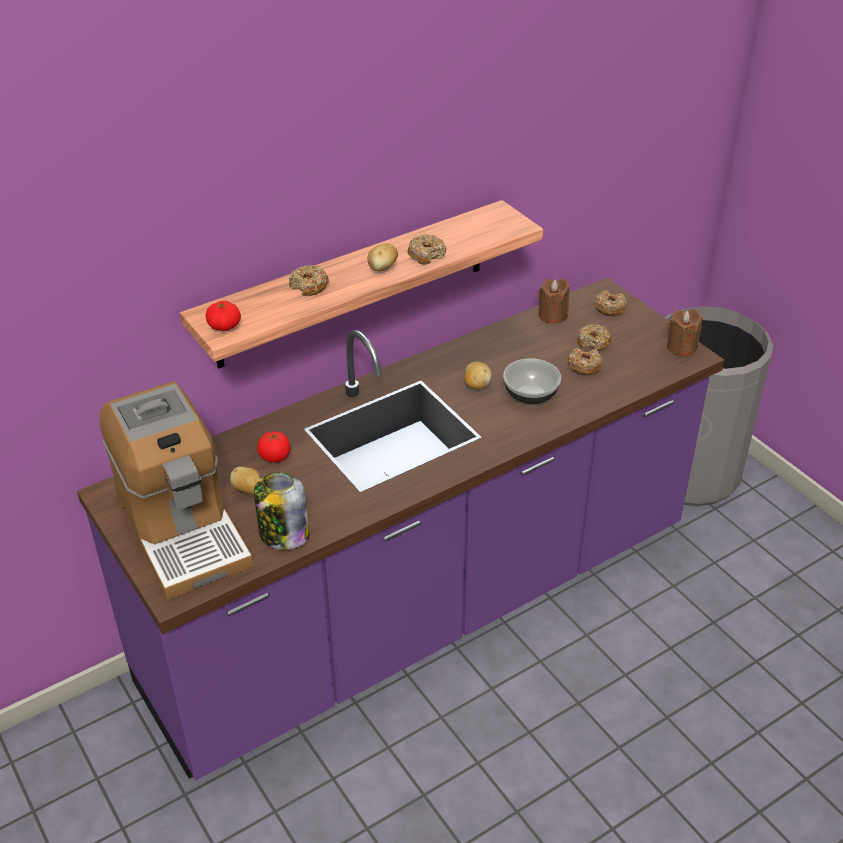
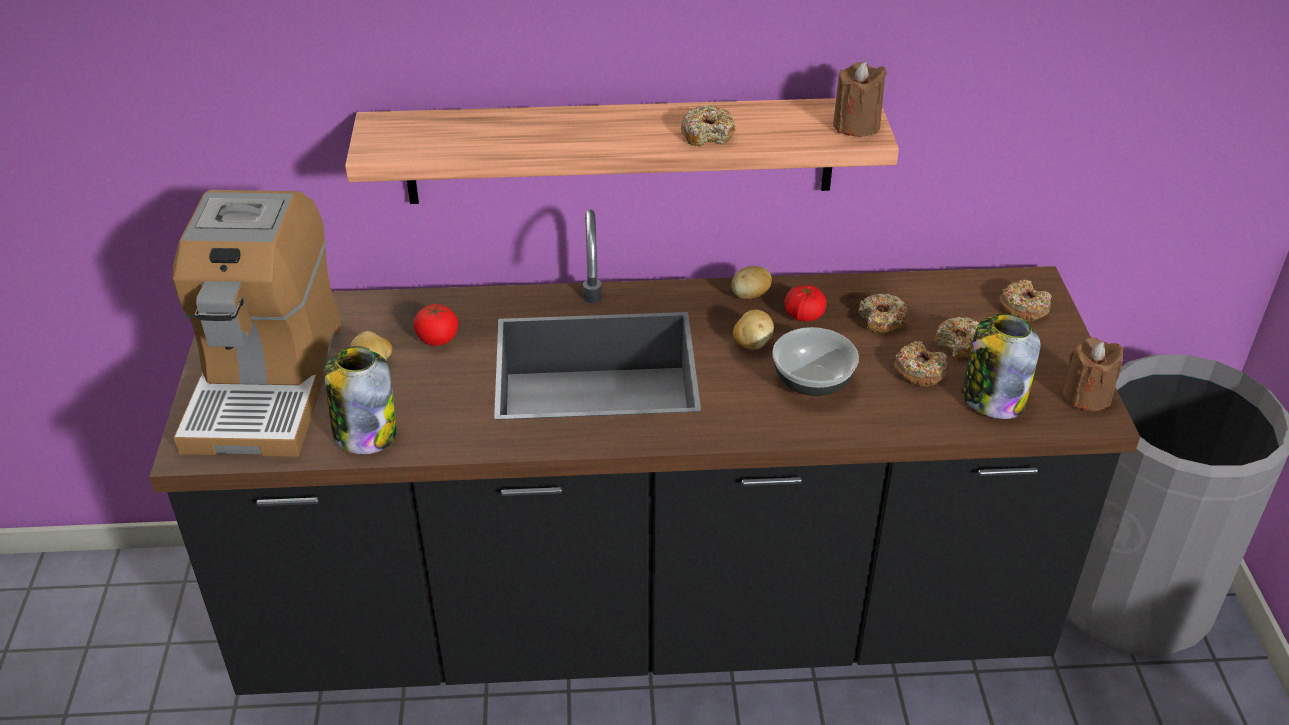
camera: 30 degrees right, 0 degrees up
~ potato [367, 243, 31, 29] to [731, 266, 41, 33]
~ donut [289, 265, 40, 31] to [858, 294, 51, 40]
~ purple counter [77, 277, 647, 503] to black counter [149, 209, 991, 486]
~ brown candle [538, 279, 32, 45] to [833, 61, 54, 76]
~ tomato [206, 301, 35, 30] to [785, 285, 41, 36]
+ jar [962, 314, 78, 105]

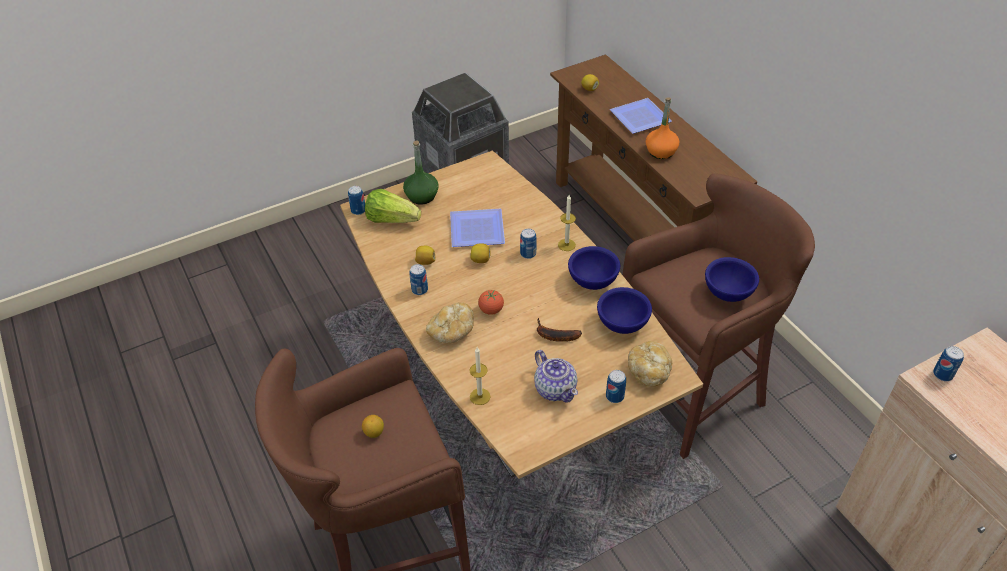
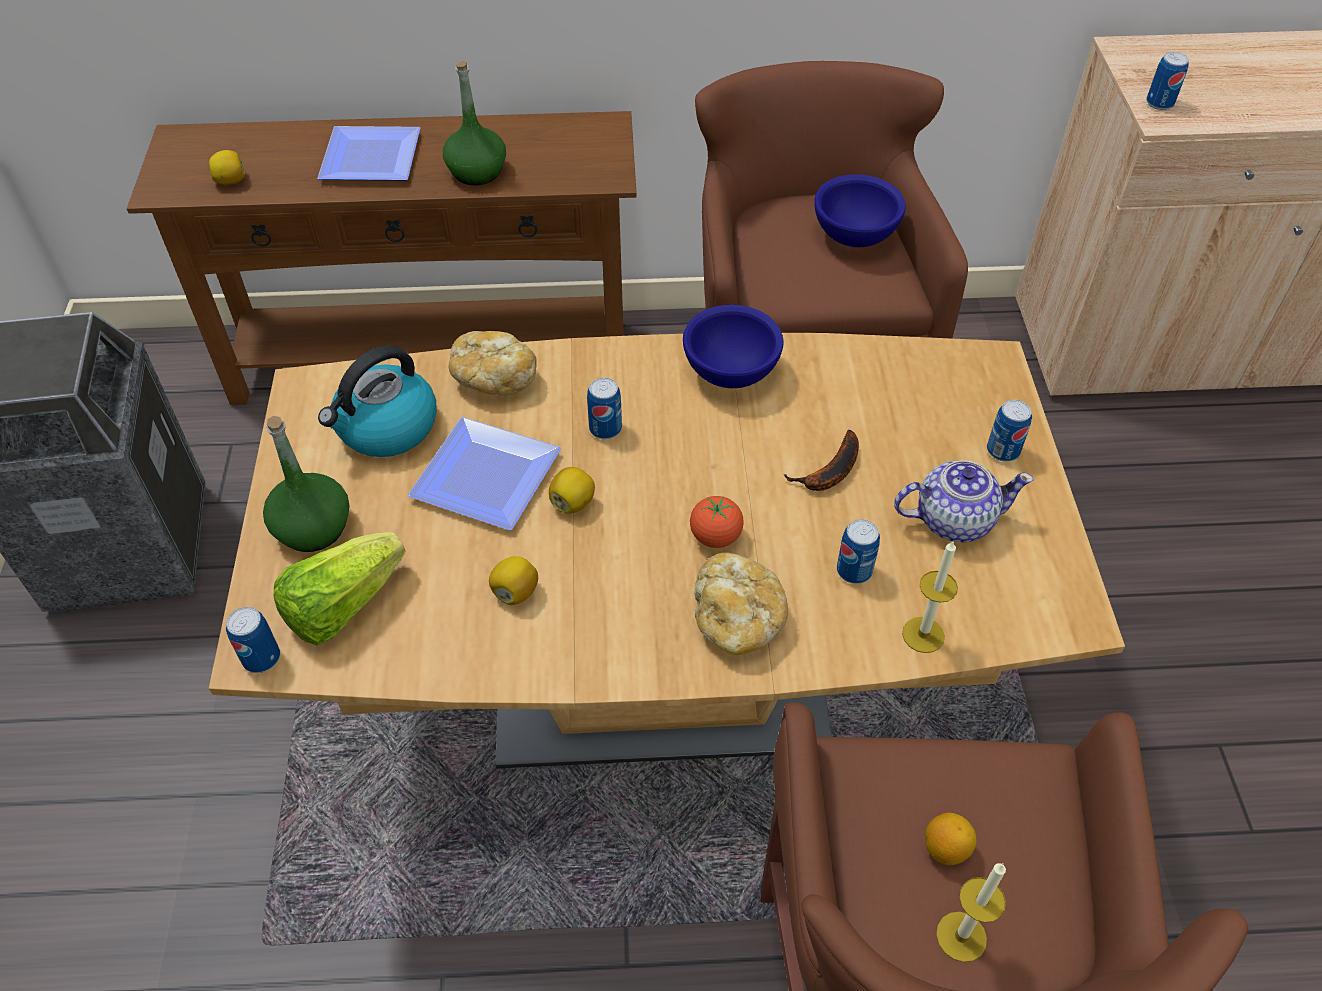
camera: 65 degrees left, 5 degrees up
~ orange bottle [646, 97, 33, 62] to green bottle [443, 61, 63, 125]
~ candle [558, 195, 18, 56] to [936, 863, 70, 99]
~ can [410, 264, 18, 31] to [837, 519, 43, 65]
- blue bowl [597, 287, 55, 47]
~ bread [628, 341, 44, 46] to [449, 331, 88, 64]
+ kettle [318, 345, 119, 112]

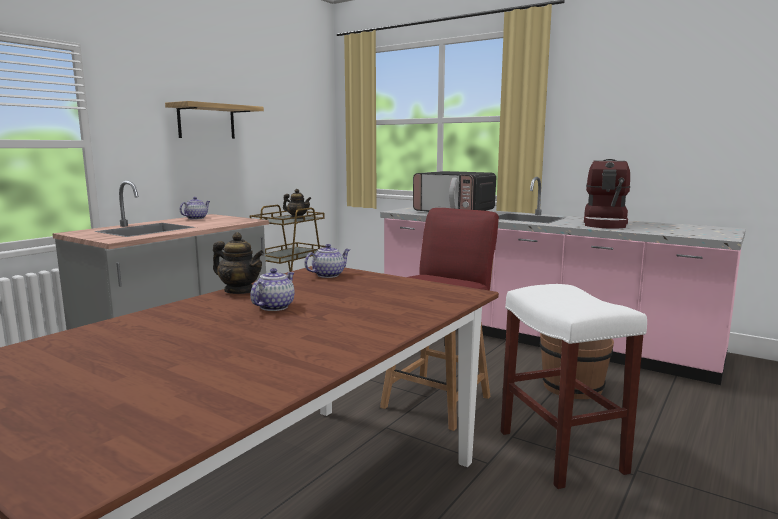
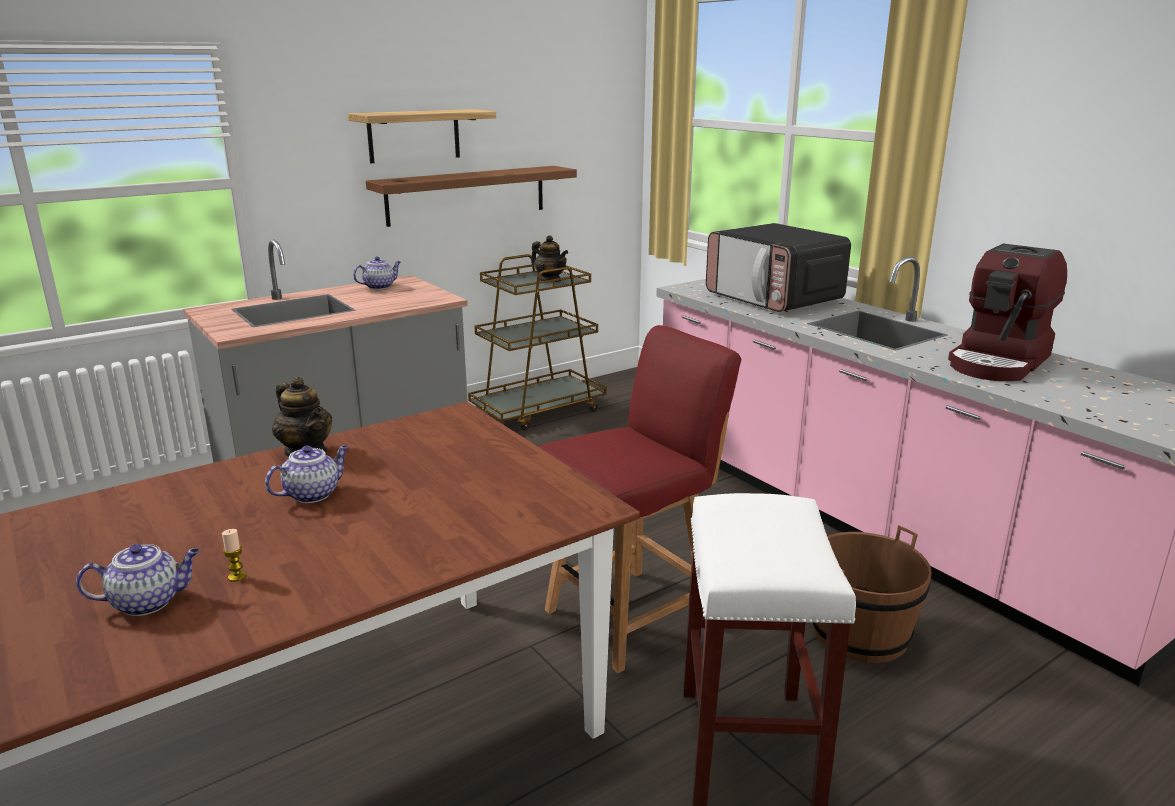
camera: 20 degrees right, 10 degrees up
~ teapot [304, 244, 46, 34] to [76, 544, 124, 72]
+ brown shelf [366, 166, 211, 61]
+ candle [222, 529, 25, 53]

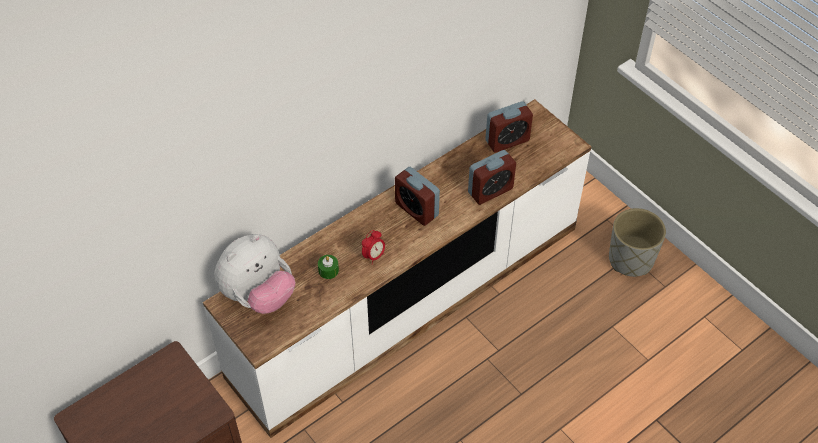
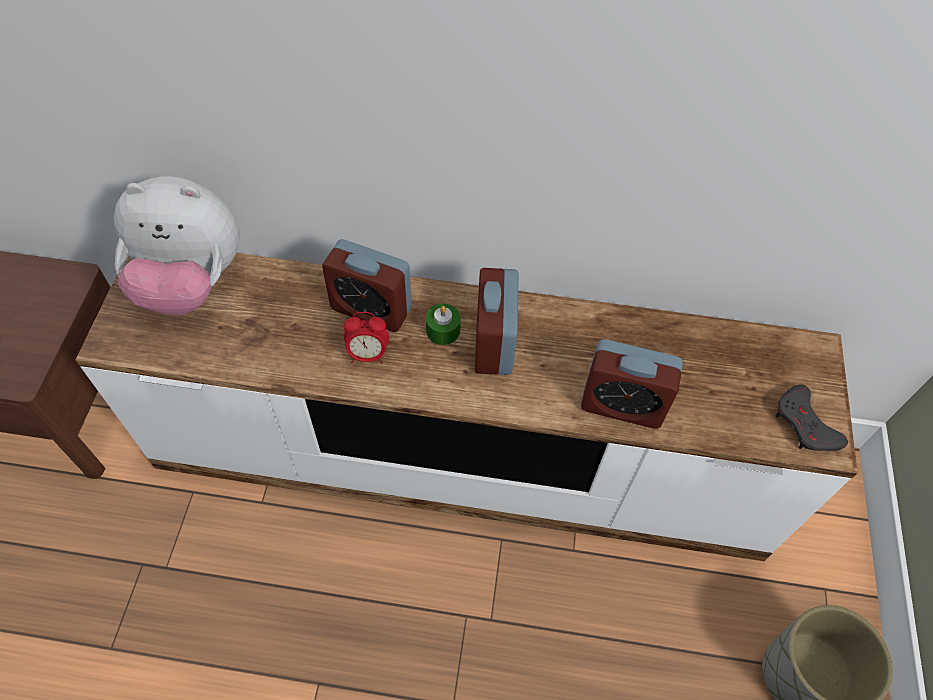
camera: 45 degrees right, 5 degrees up
~ alarm clock [485, 101, 48, 52] to [322, 239, 90, 93]
~ green candle [318, 255, 21, 24] to [426, 304, 35, 41]
+ grey game controller [775, 384, 73, 67]

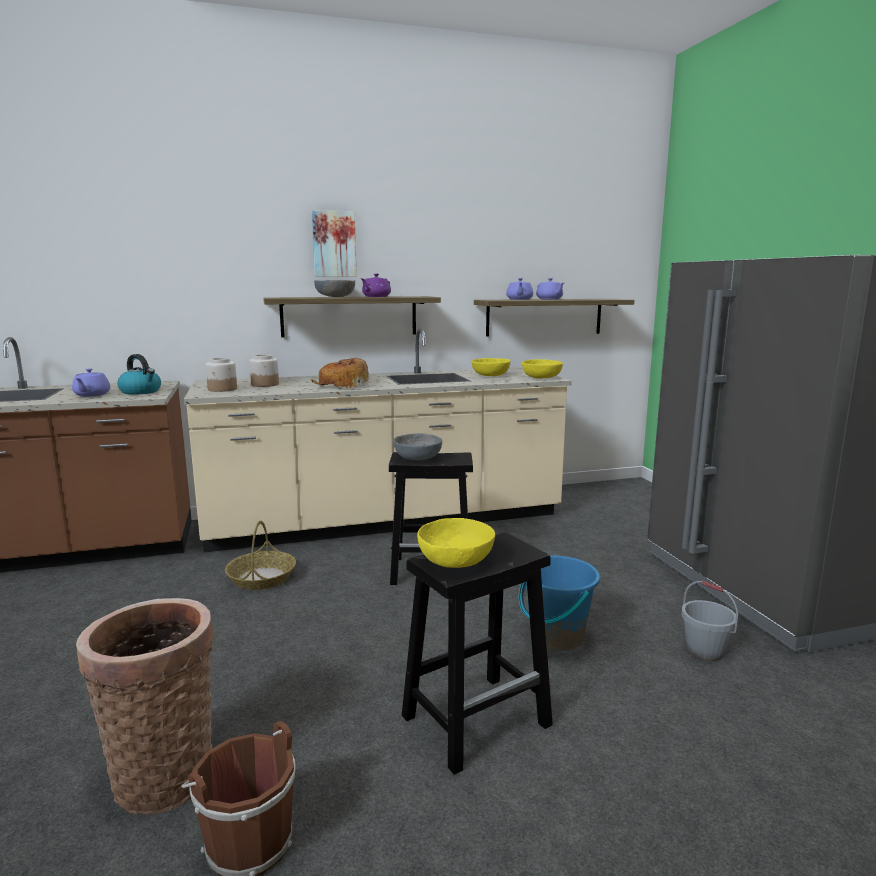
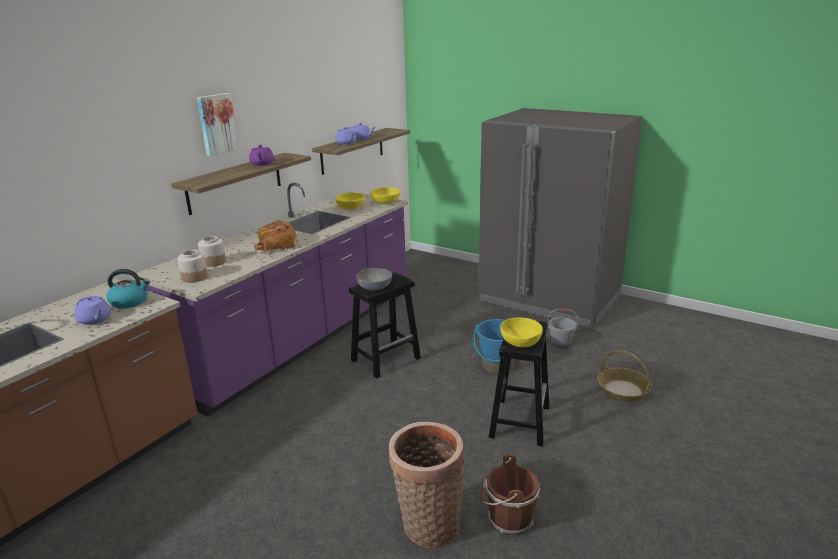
camera: 40 degrees left, 10 degrees up
- grey bowl [314, 280, 41, 17]
~ beige counter [184, 329, 388, 223] to purple counter [131, 183, 277, 234]
~ basket [225, 521, 71, 69] to [597, 350, 55, 52]

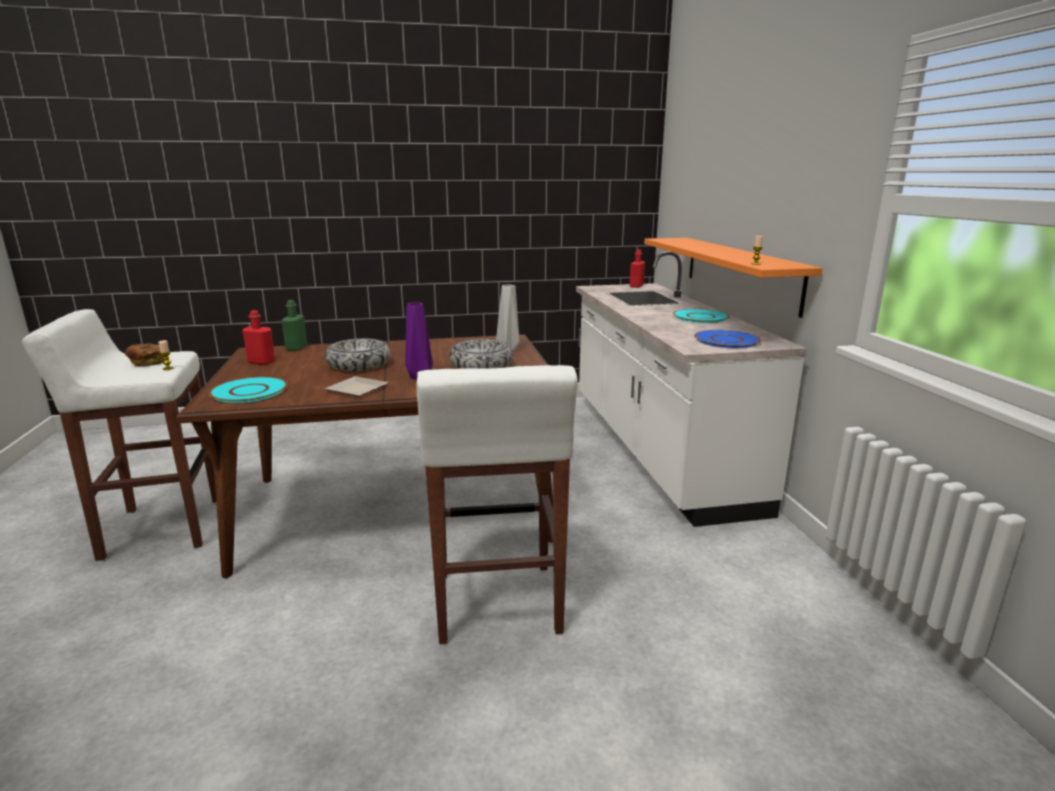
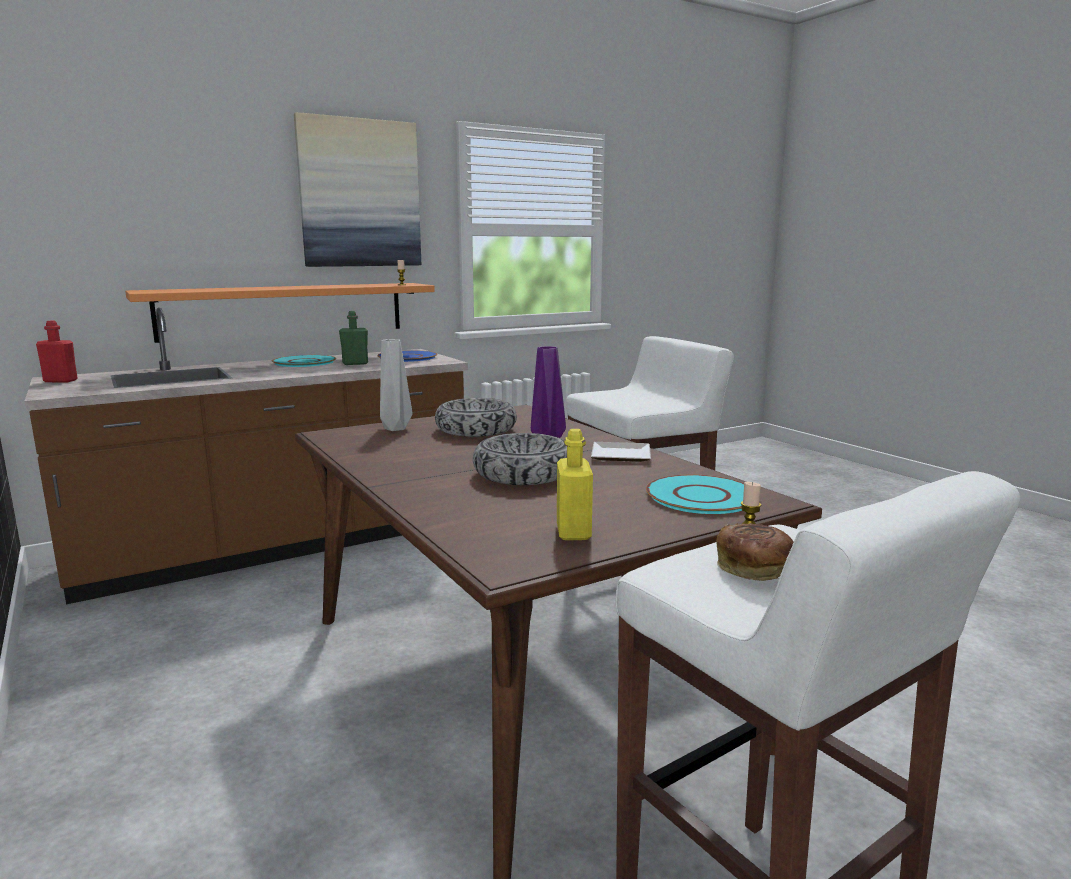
camera: 110 degrees left, 5 degrees down
~ white counter [576, 251, 231, 276] to brown counter [25, 308, 443, 296]
~ green bottle [282, 300, 25, 51] to [339, 311, 29, 54]
~ red bottle [242, 310, 33, 55] to yellow bottle [557, 429, 36, 111]
+ picture [294, 112, 127, 155]

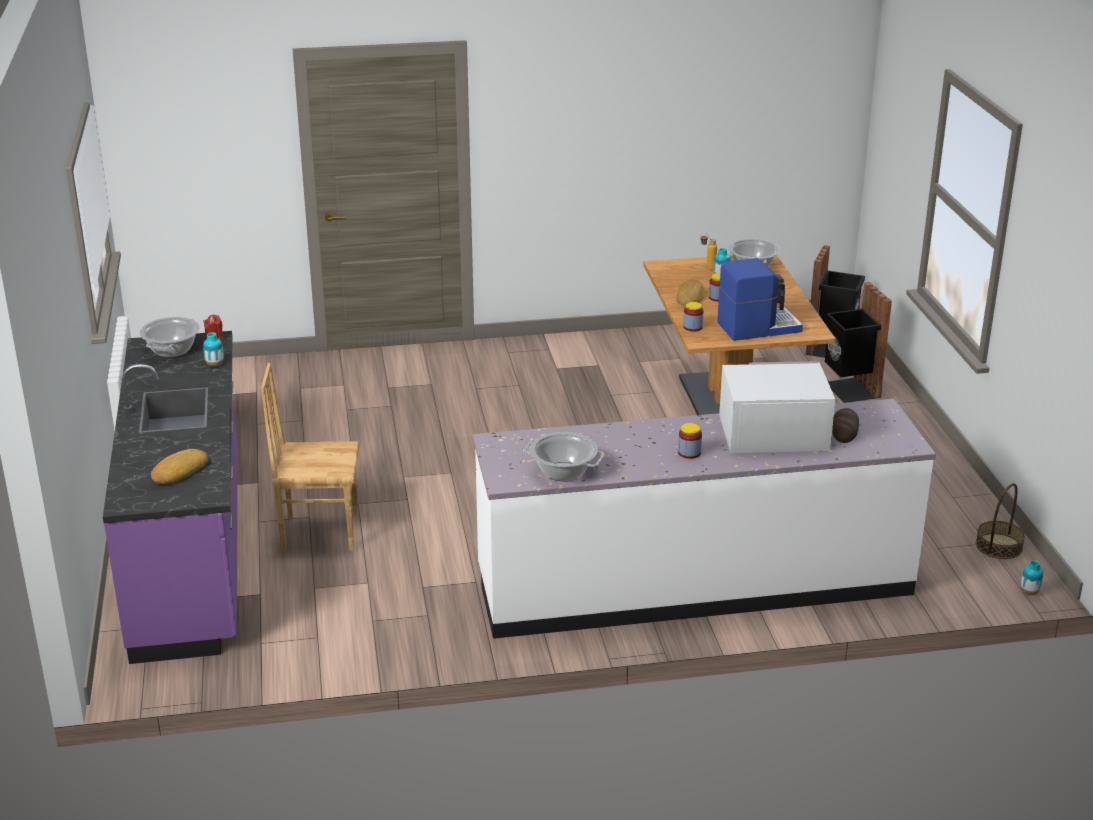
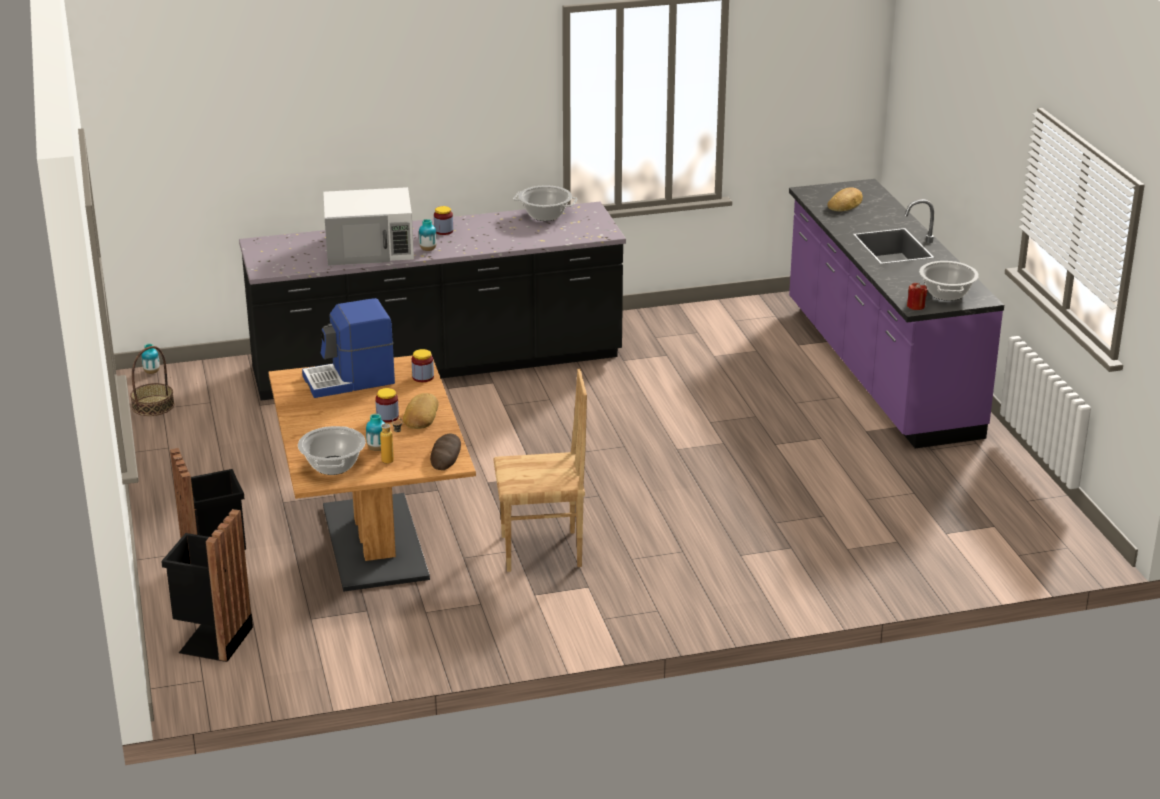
camera: 175 degrees right, 0 degrees up
~ vase [203, 332, 21, 35] to [419, 219, 18, 32]
~ brown chair [261, 363, 98, 189] to [493, 369, 94, 203]
~ white counter [473, 399, 463, 240] to black counter [239, 202, 387, 199]
~ bread [832, 408, 27, 35] to [430, 433, 31, 37]

